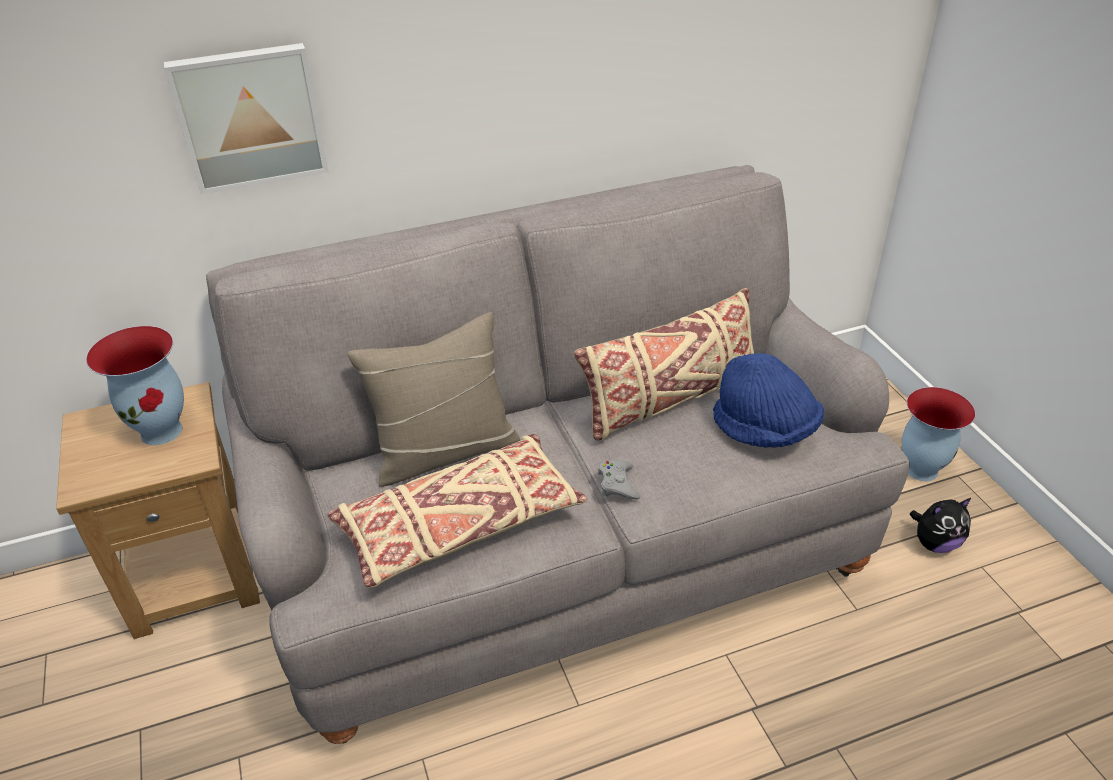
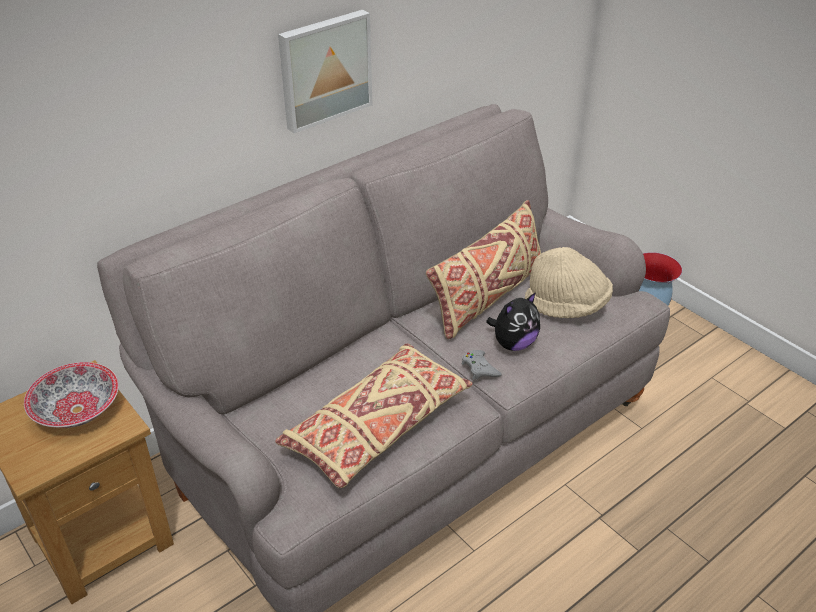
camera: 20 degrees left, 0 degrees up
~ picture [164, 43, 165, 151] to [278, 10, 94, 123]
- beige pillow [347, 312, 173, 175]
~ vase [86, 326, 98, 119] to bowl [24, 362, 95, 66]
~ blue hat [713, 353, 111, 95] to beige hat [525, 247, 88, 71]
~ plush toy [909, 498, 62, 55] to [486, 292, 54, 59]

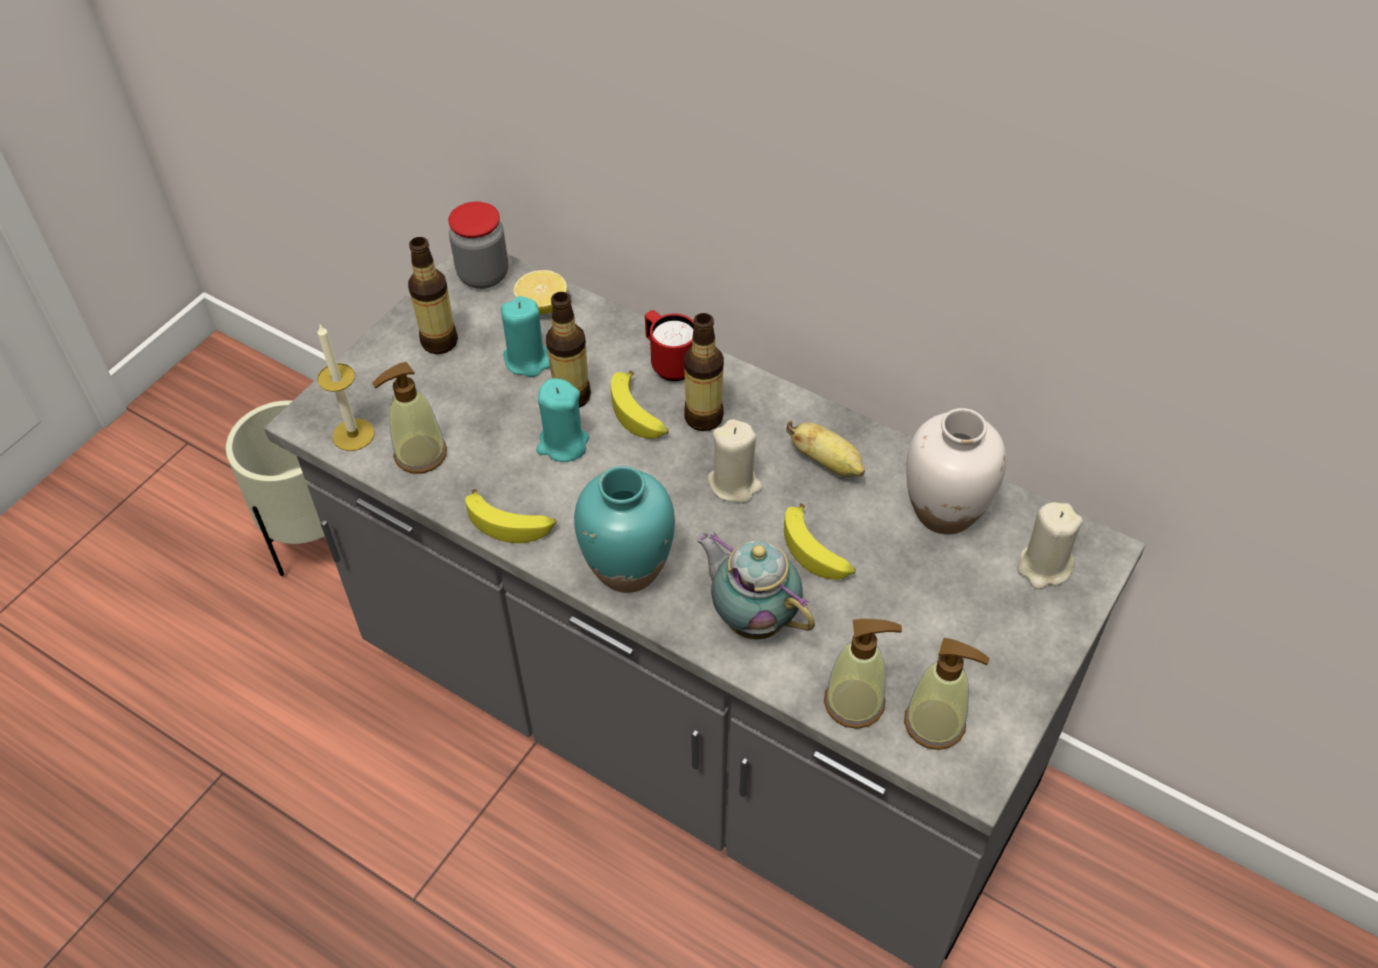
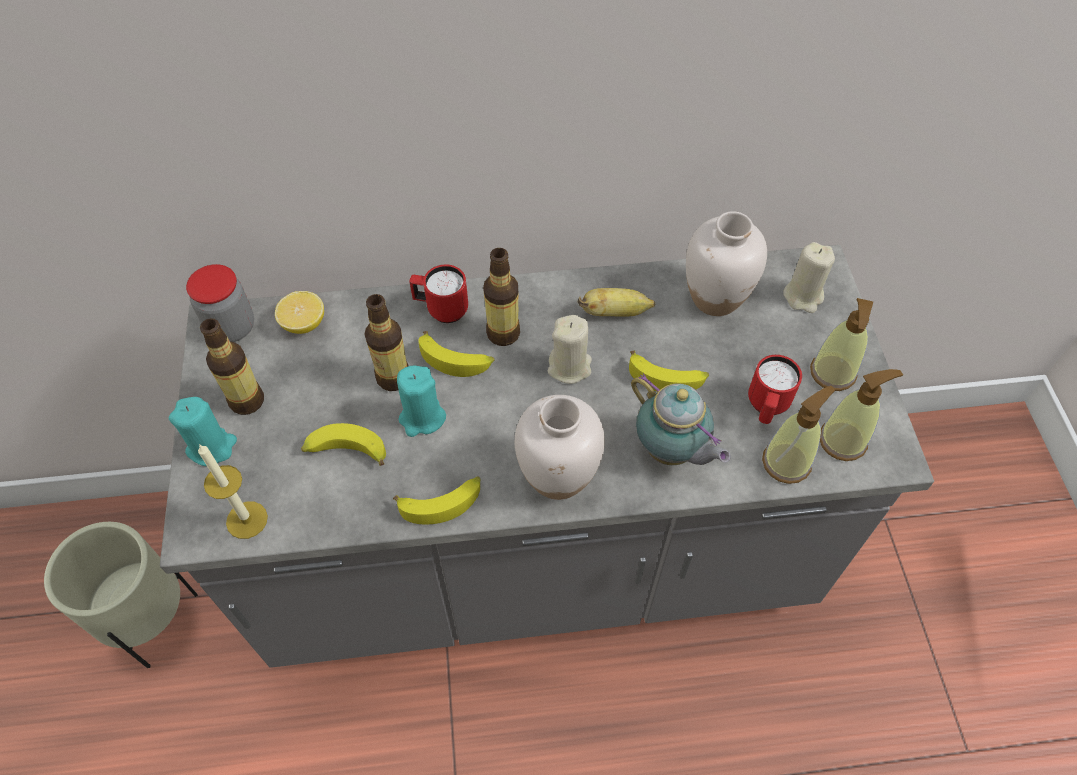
camera: 40 degrees left, 5 degrees up
~ turquoise candle [501, 296, 49, 81] to [169, 397, 68, 69]
~ soap dispenser [372, 362, 75, 112] to [810, 298, 63, 93]
~ turquoise vase [574, 466, 101, 127] to white vase [515, 395, 90, 105]
~ teapot [696, 532, 119, 107] = [631, 373, 100, 92] 135 degrees counterclockwise
+ red mug [748, 355, 54, 69]
+ banana [301, 423, 85, 43]

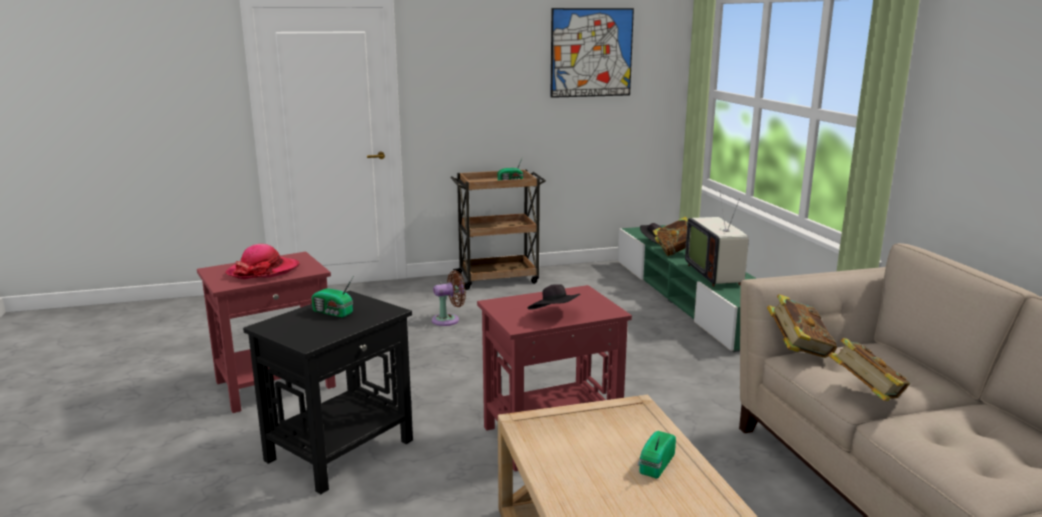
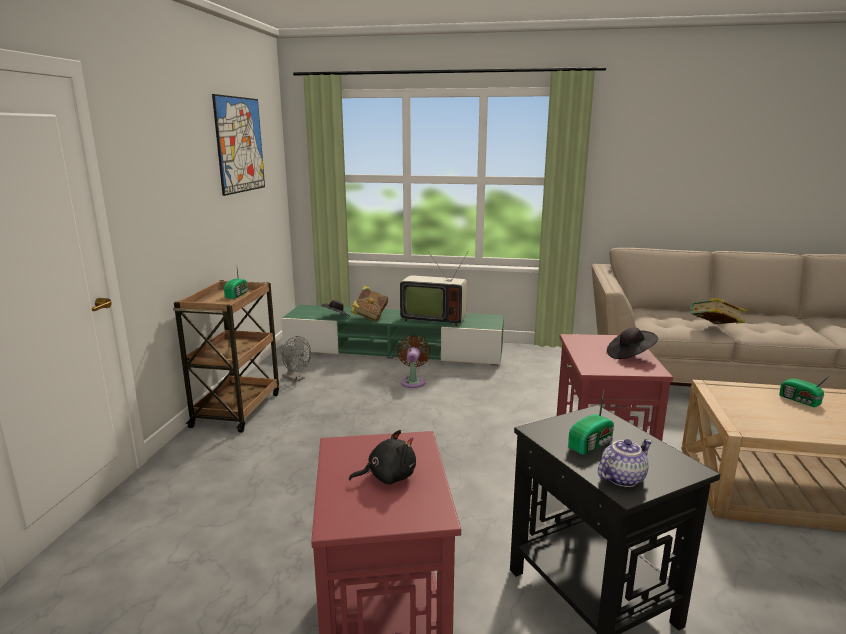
camera: 65 degrees left, 0 degrees up
~ hat [225, 244, 75, 35] to black plush toy [349, 430, 67, 55]
~ brown fan [432, 270, 34, 56] to [397, 336, 34, 52]
- book [767, 294, 70, 64]
+ grey fan [281, 336, 30, 46]
+ teapot [598, 439, 54, 48]

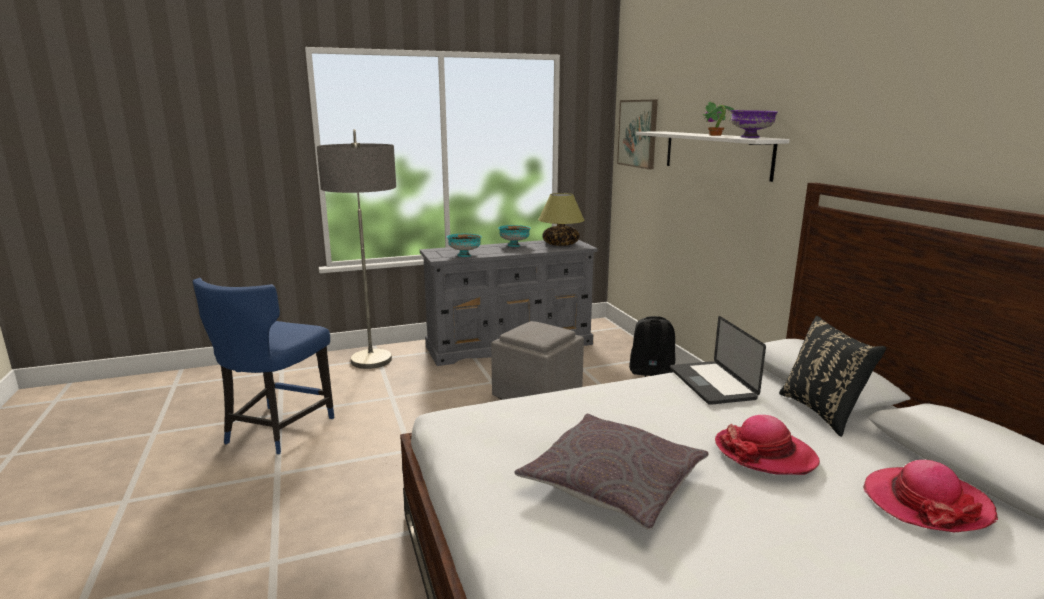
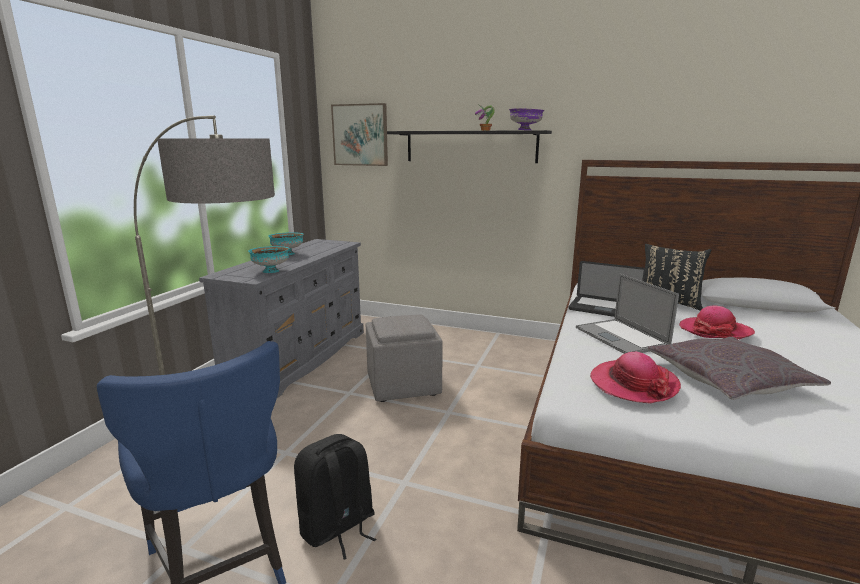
camera: 50 degrees left, 0 degrees up
~ white shelf [636, 131, 154, 51] to black shelf [387, 130, 165, 33]
- table lamp [538, 193, 46, 53]
~ black backpack [629, 316, 46, 61] to [294, 434, 82, 126]
~ hat [863, 460, 135, 72] to [590, 352, 91, 52]
+ laptop [576, 274, 103, 80]

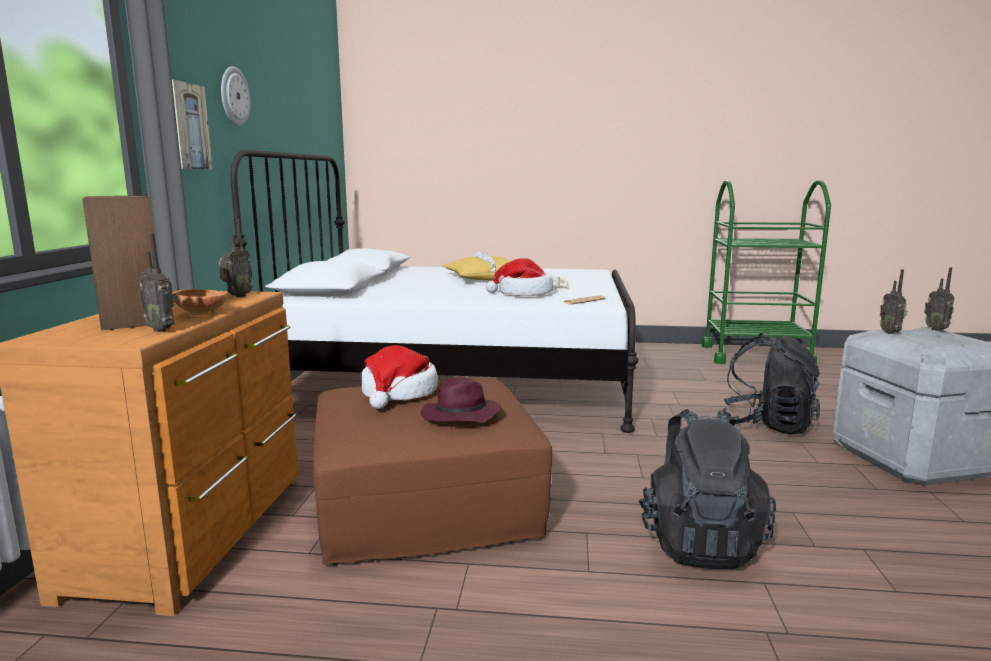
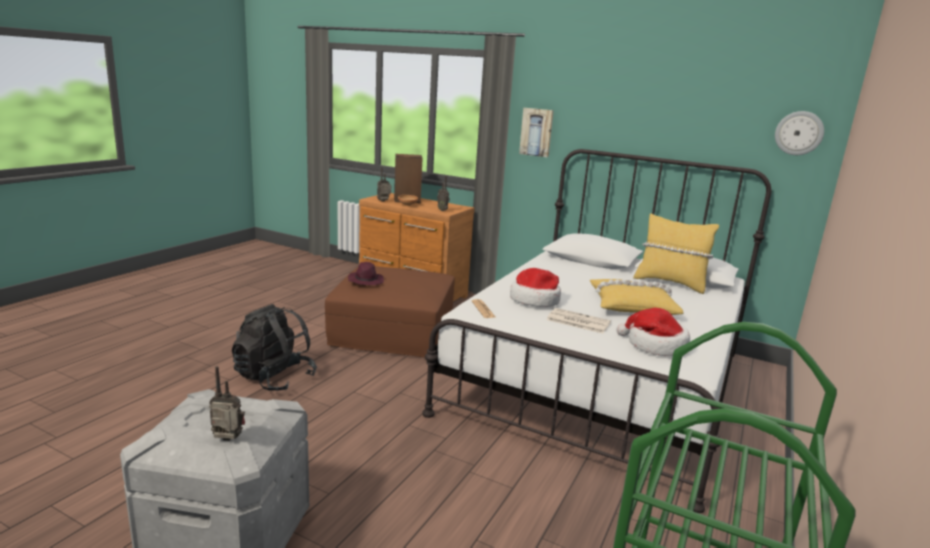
camera: 110 degrees right, 5 degrees up
~ wall clock [221, 66, 30, 60] to [775, 111, 49, 44]
- radio [880, 269, 27, 65]
- black backpack [717, 333, 103, 101]
~ hat [361, 345, 76, 64] to [617, 308, 73, 48]
+ yellow pillow [633, 213, 86, 81]

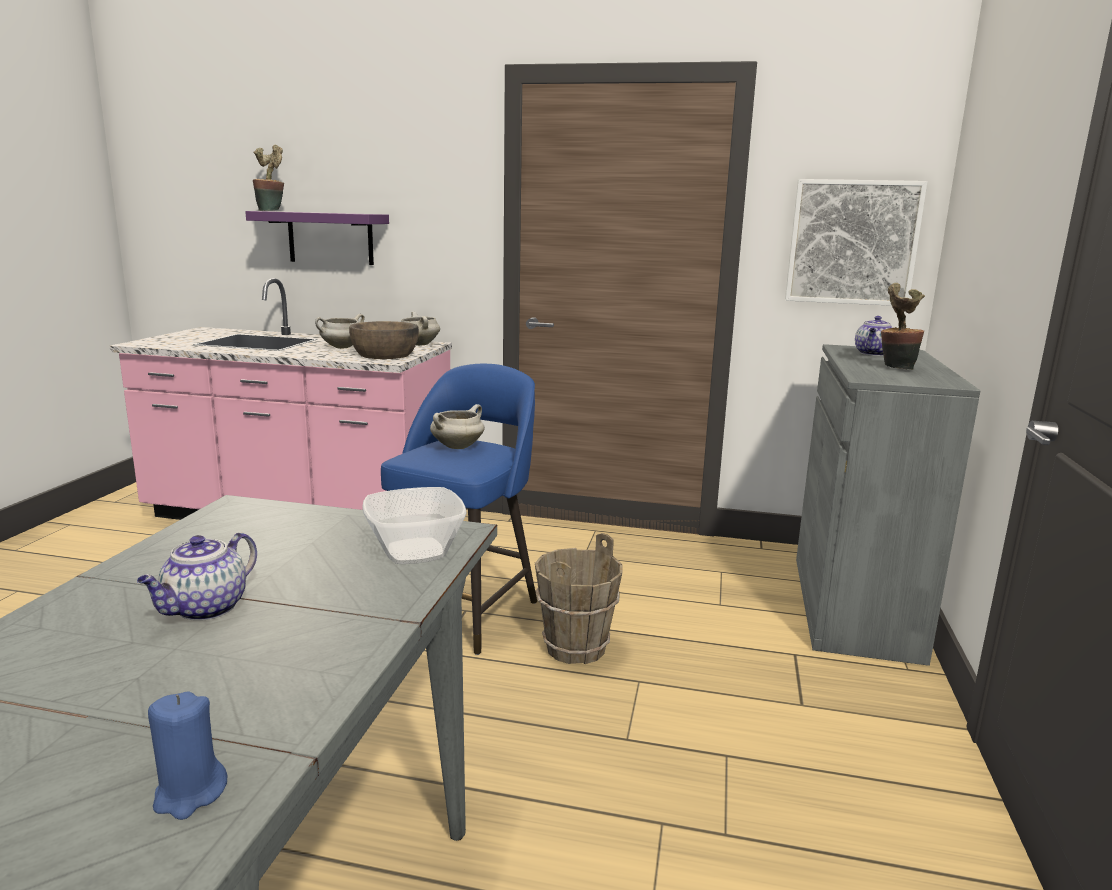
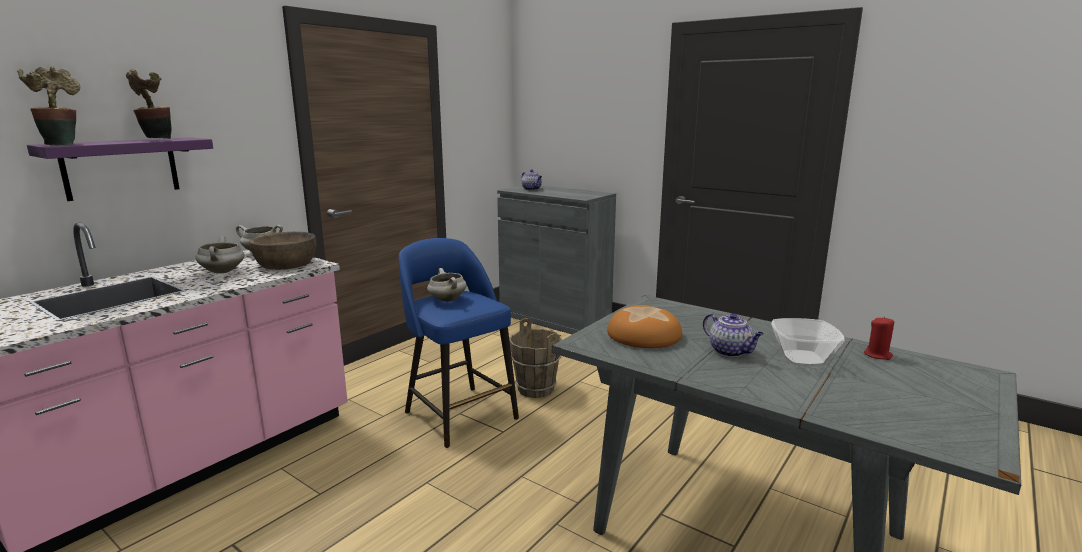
camera: 65 degrees left, 0 degrees up
- picture [785, 179, 142, 127]
~ potted plant [881, 283, 44, 87] to [126, 69, 45, 70]
~ bowl [362, 487, 105, 77] to [771, 318, 74, 48]
~ blue candle [148, 692, 79, 128] to red candle [864, 317, 30, 43]
+ bread [607, 305, 75, 43]

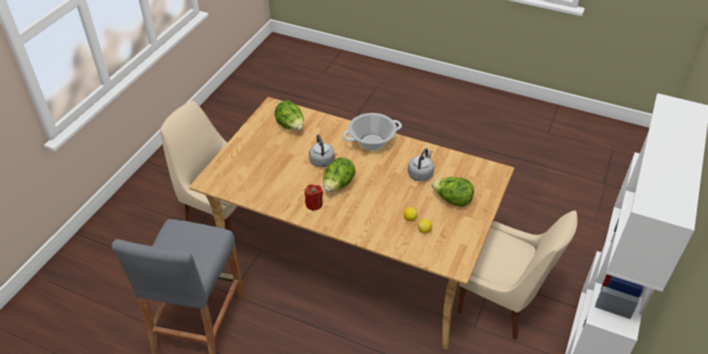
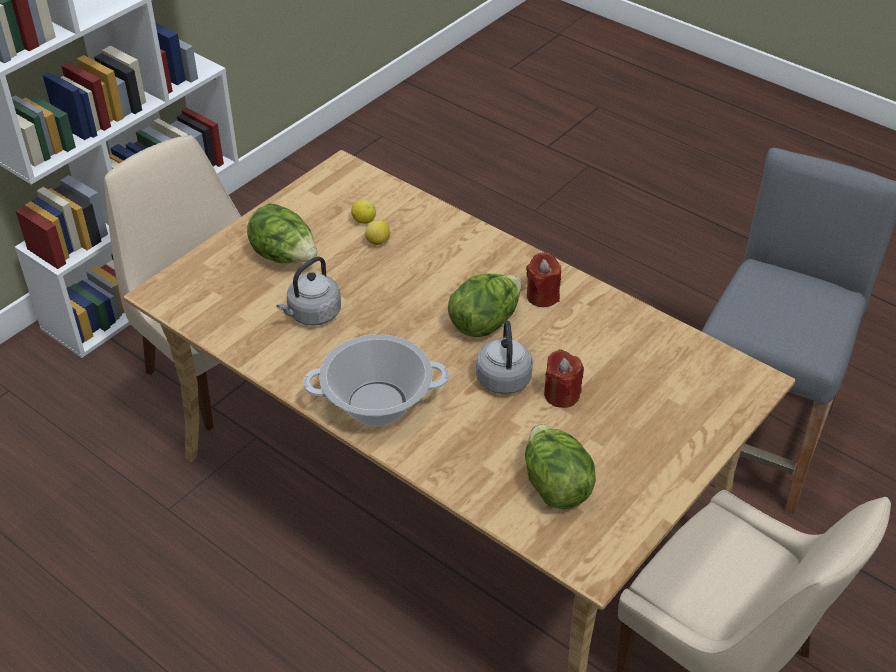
camera: 165 degrees left, 0 degrees up
+ red candle [544, 349, 40, 59]

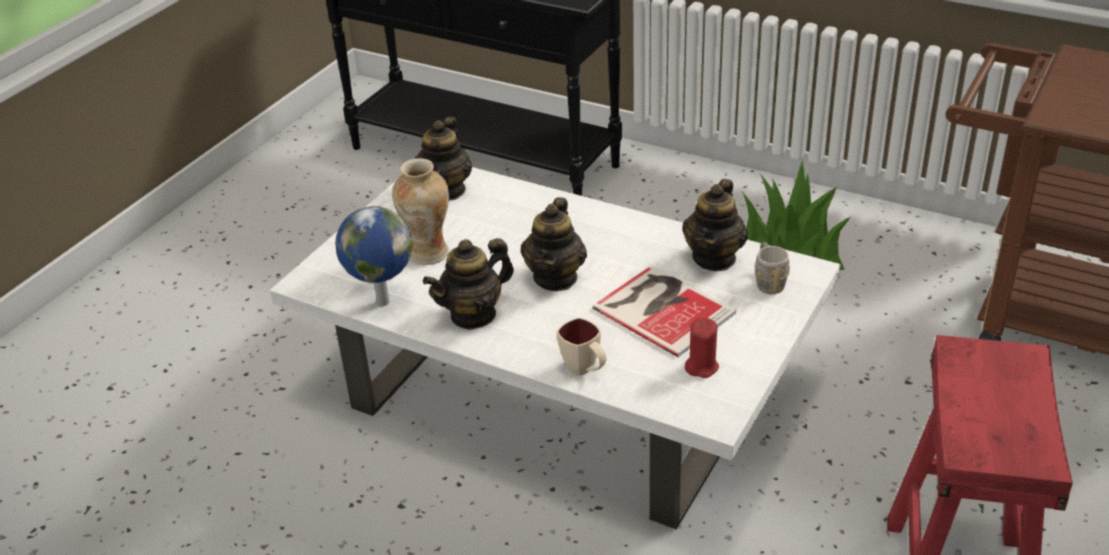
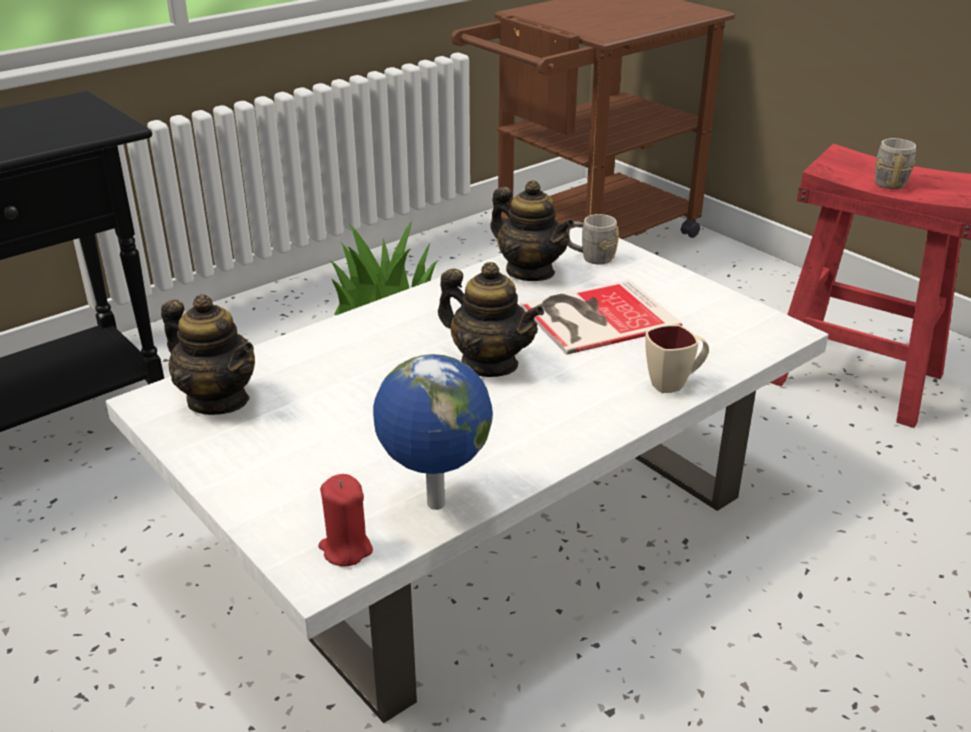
camera: 70 degrees left, 5 degrees down
- vase [392, 158, 57, 107]
- teapot [423, 238, 91, 92]
~ red candle [685, 318, 34, 60] to [318, 474, 55, 92]
+ grey mug [875, 138, 41, 51]

